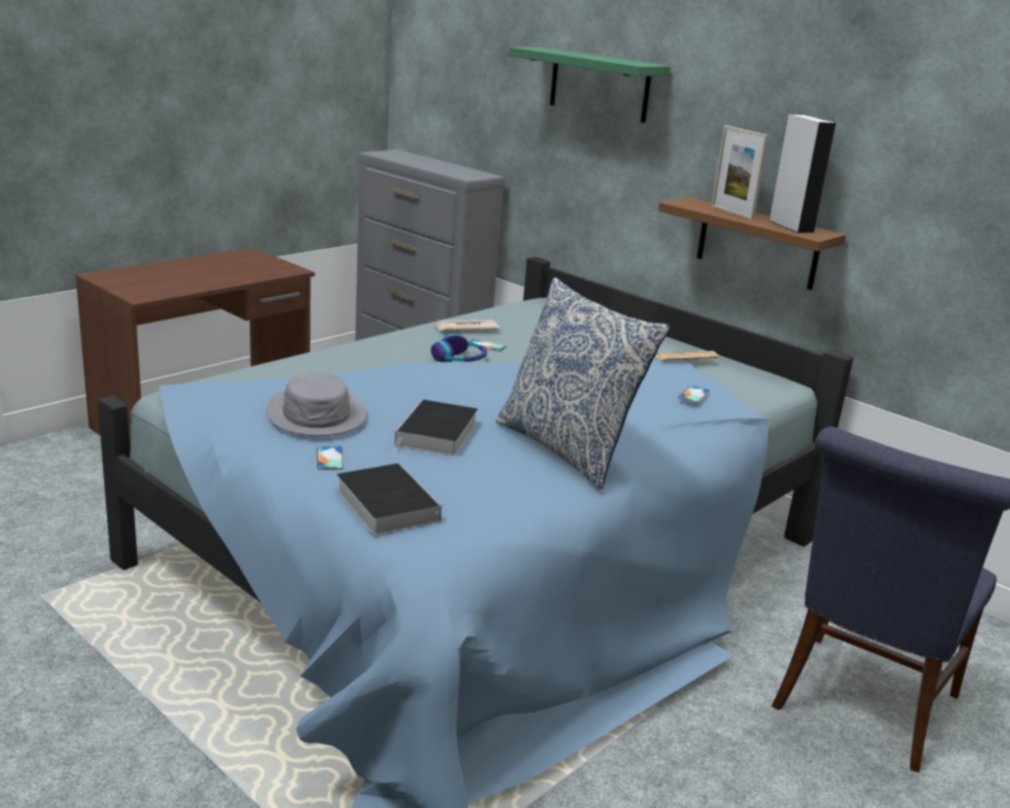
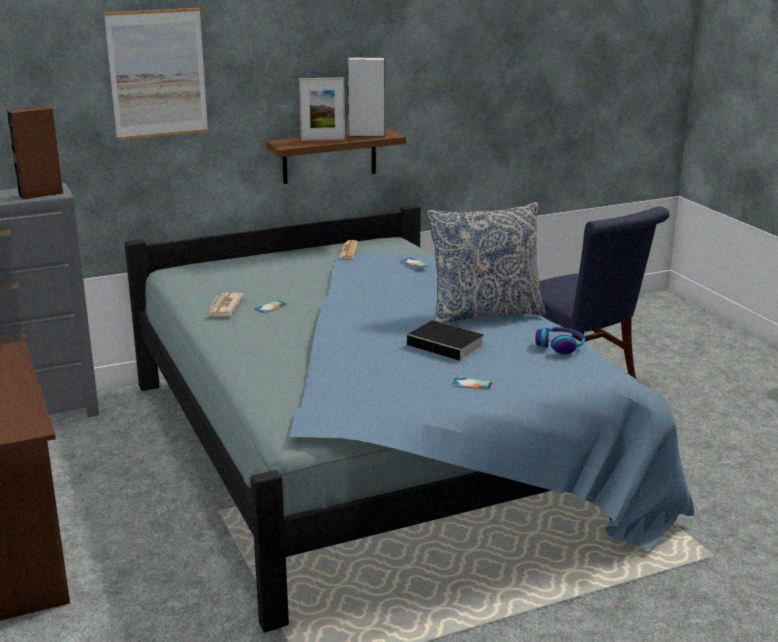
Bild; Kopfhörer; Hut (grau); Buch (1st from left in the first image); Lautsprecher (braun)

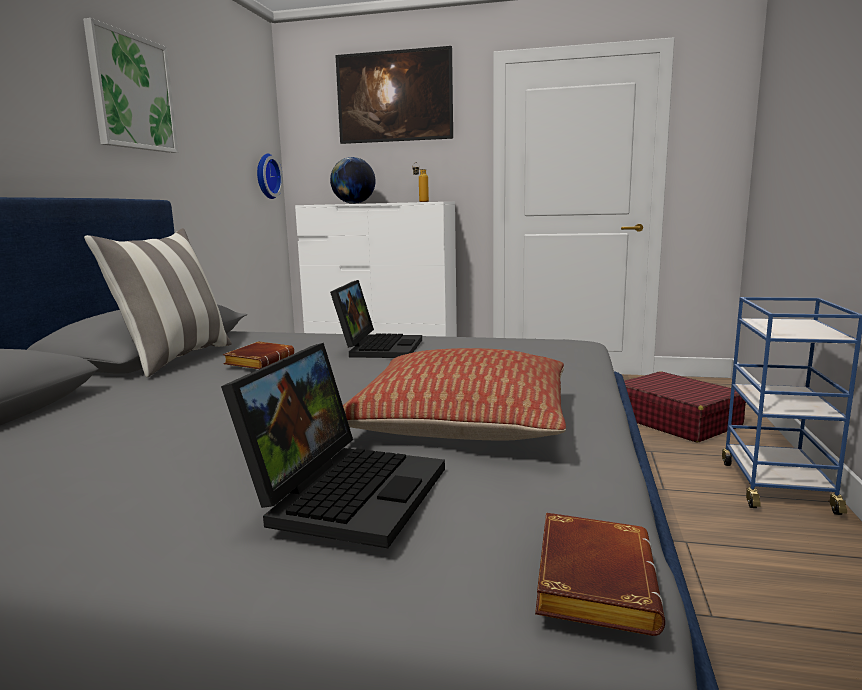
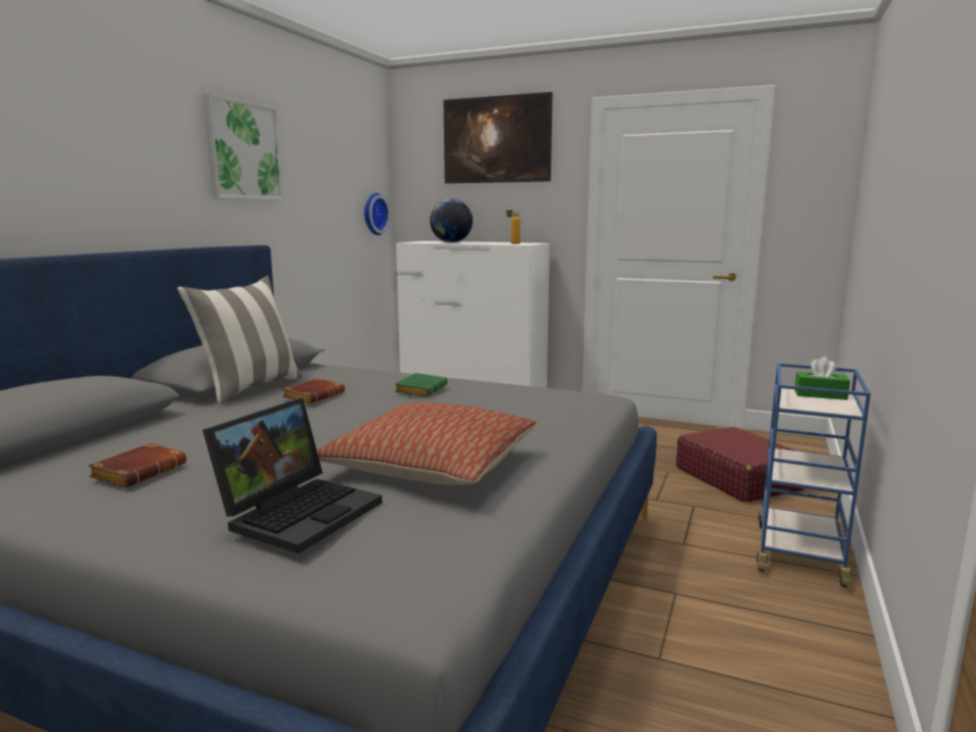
Buch (grün); Buch (braun) (1st from left); Taschentuchbox (grün)

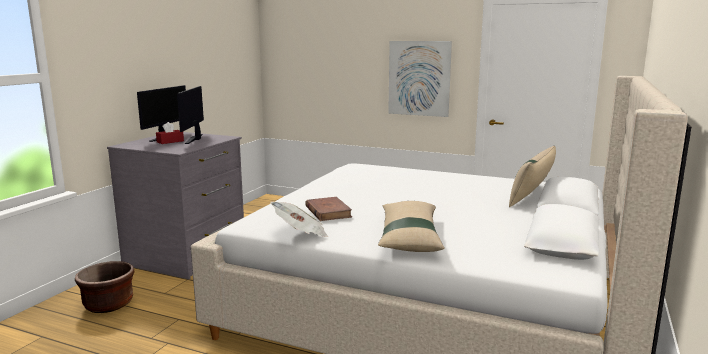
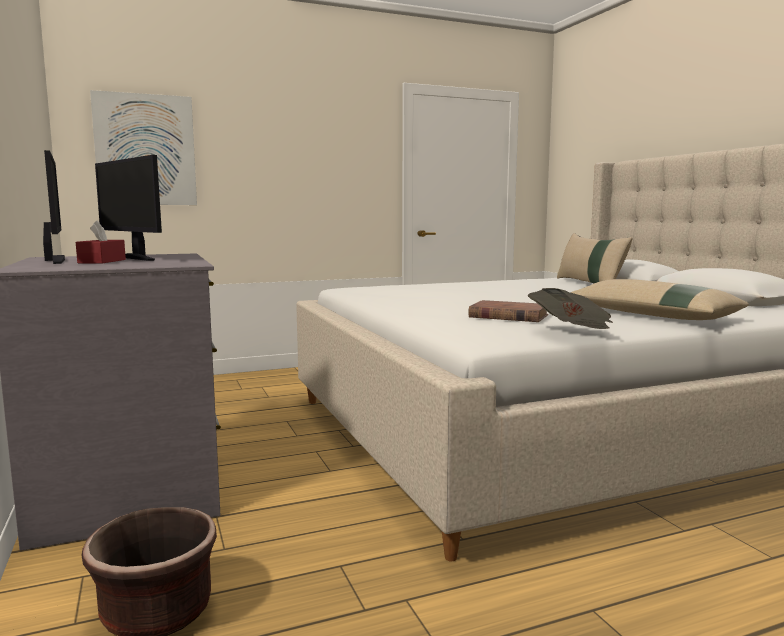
Bild

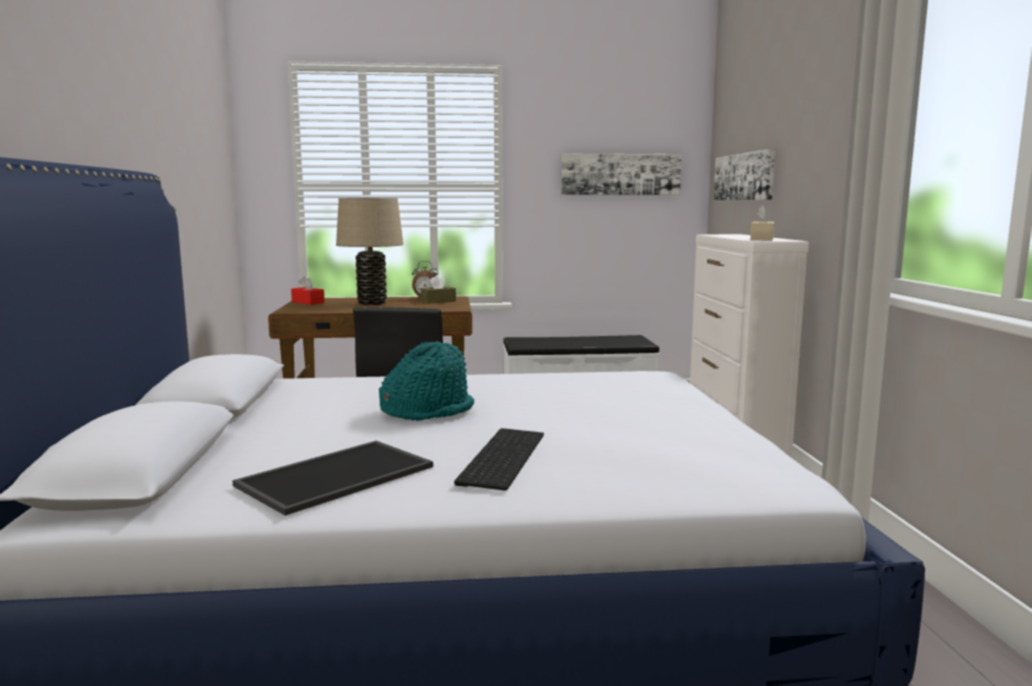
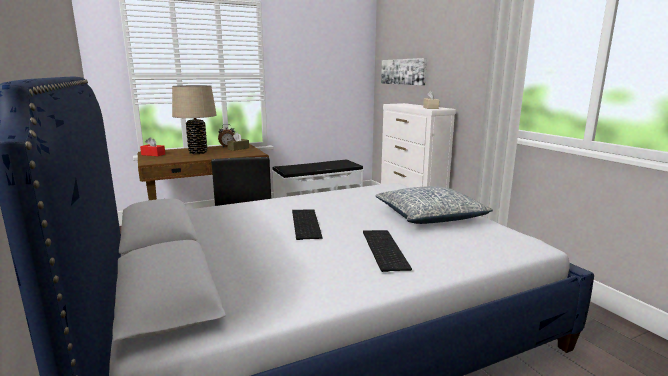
Bild (1st from left in the first image); Tastatur (1st from left); Tablett; Kissen

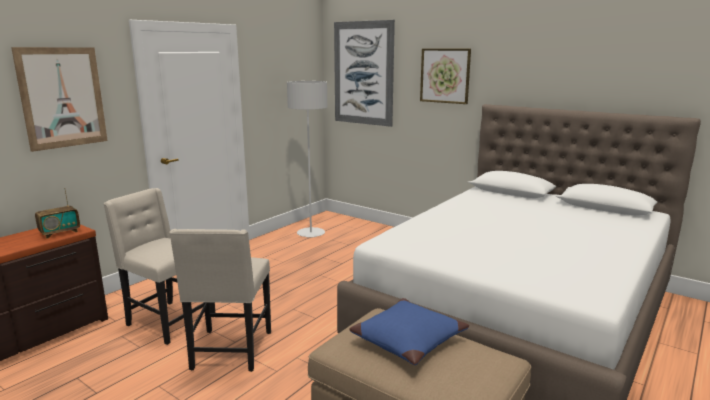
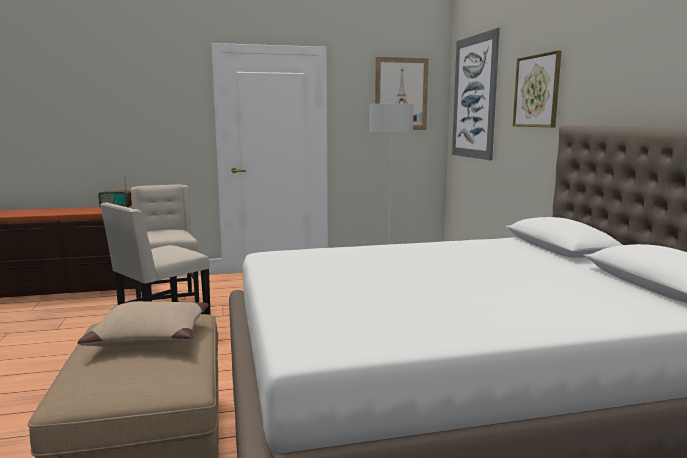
Bild (1st from left); Kissen (beige)

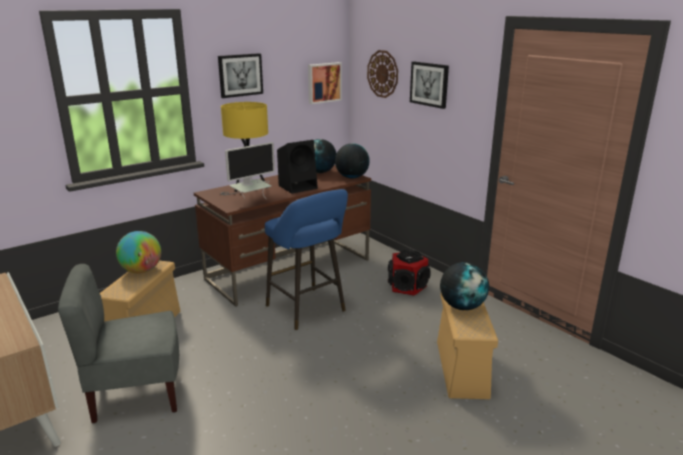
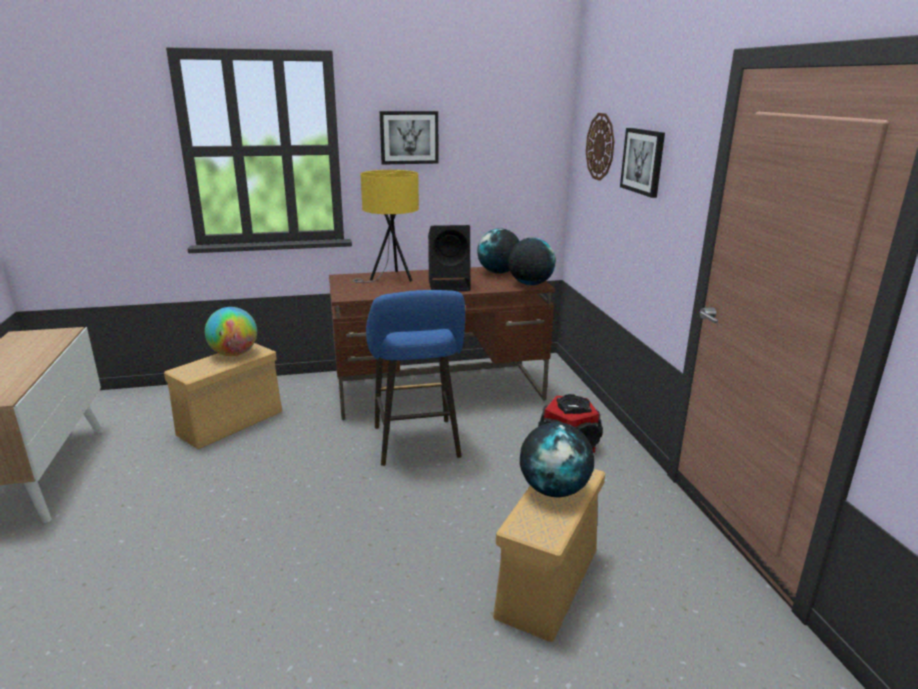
Bild (2nd from left in the first image); Monitor; Stuhl (grau)

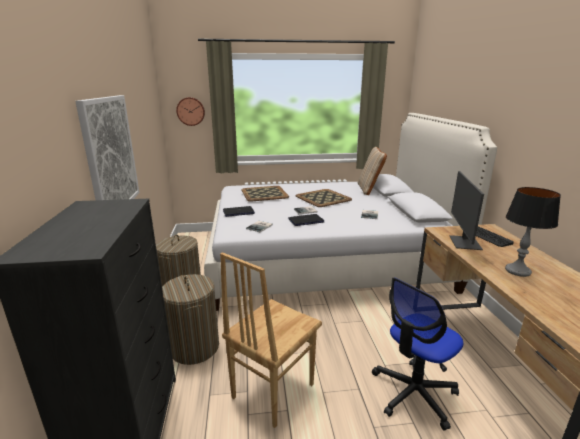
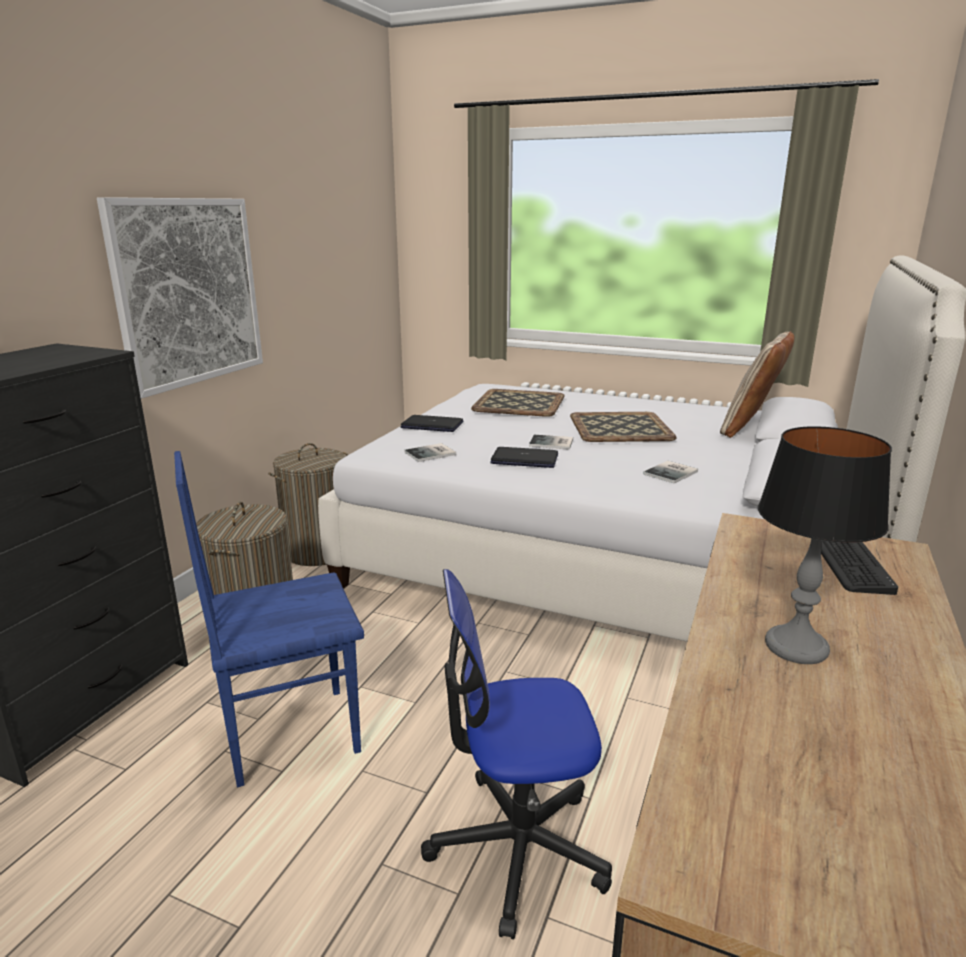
Wanduhr; Monitor; Stuhl (blau)

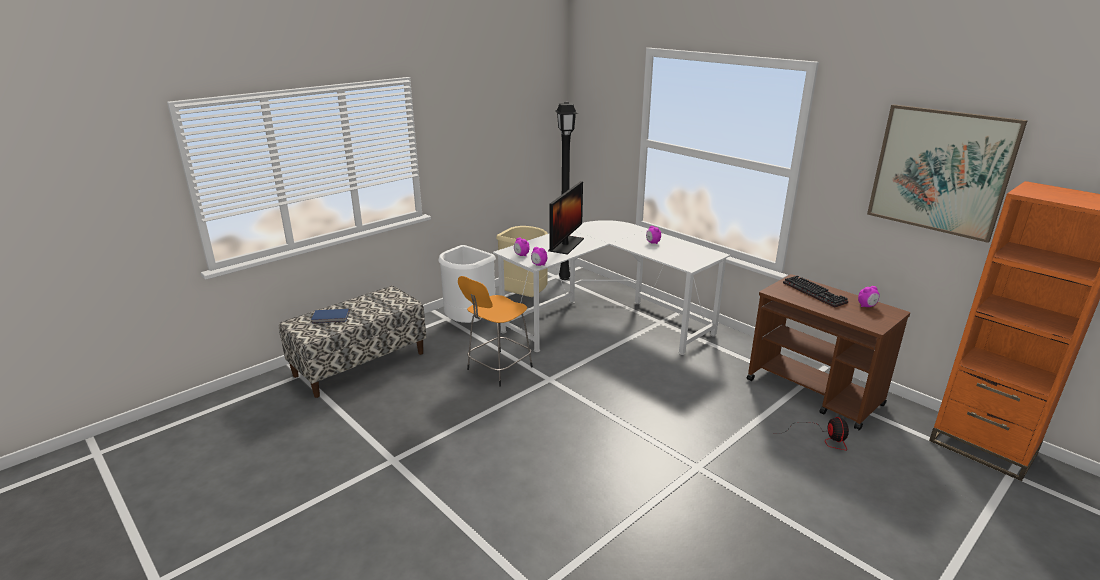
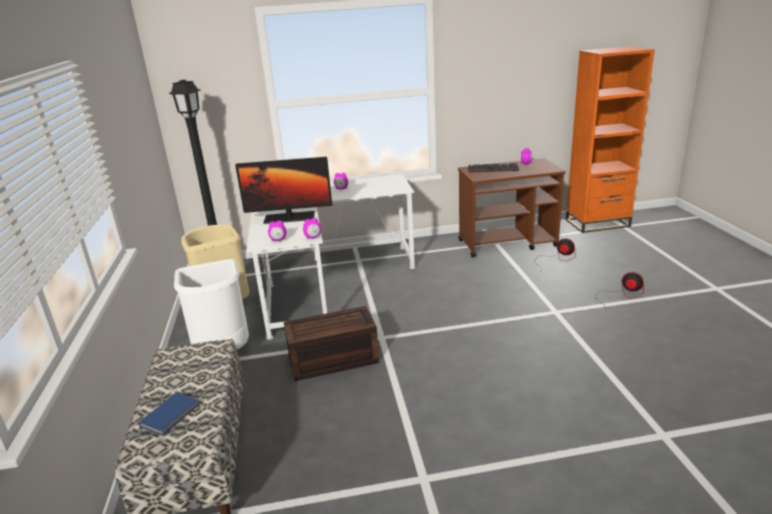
Bild; Monitor; Aufbewahrungsbox (braun); Ventilator (2nd from left)

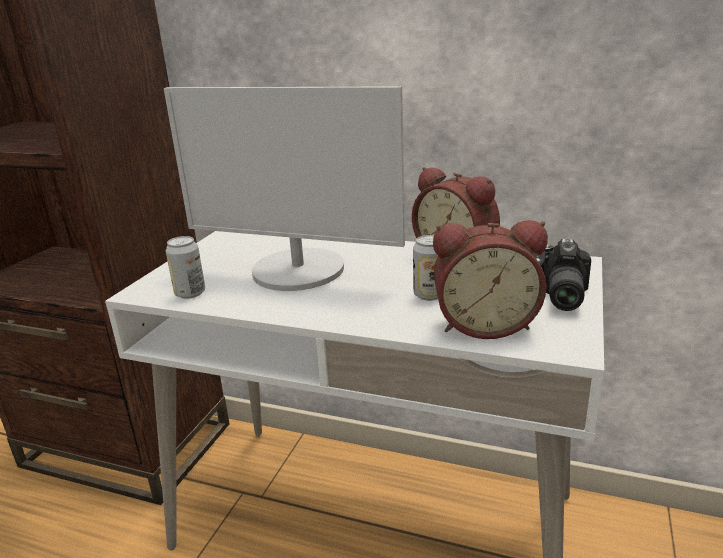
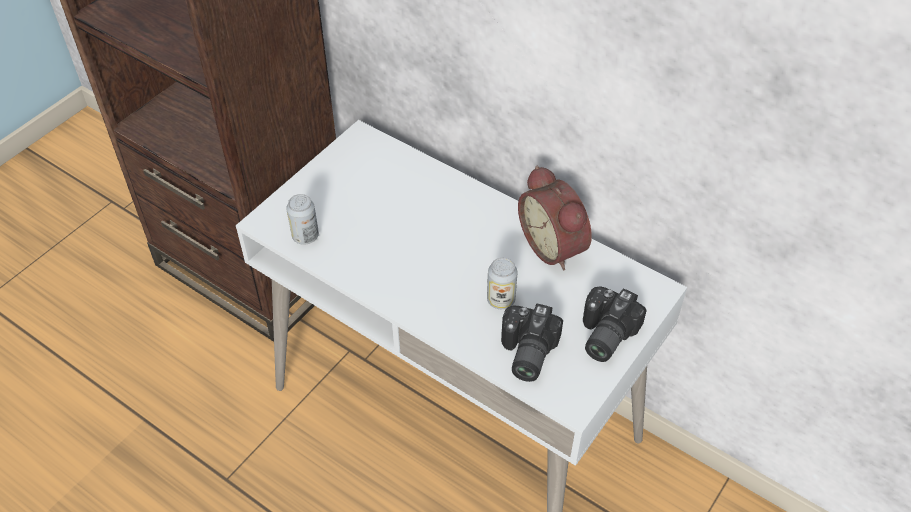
Monitor; Kamera (1st from left)

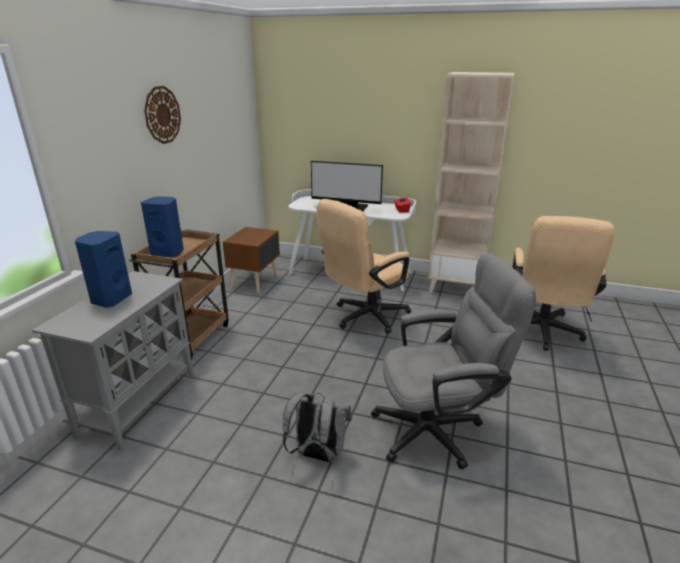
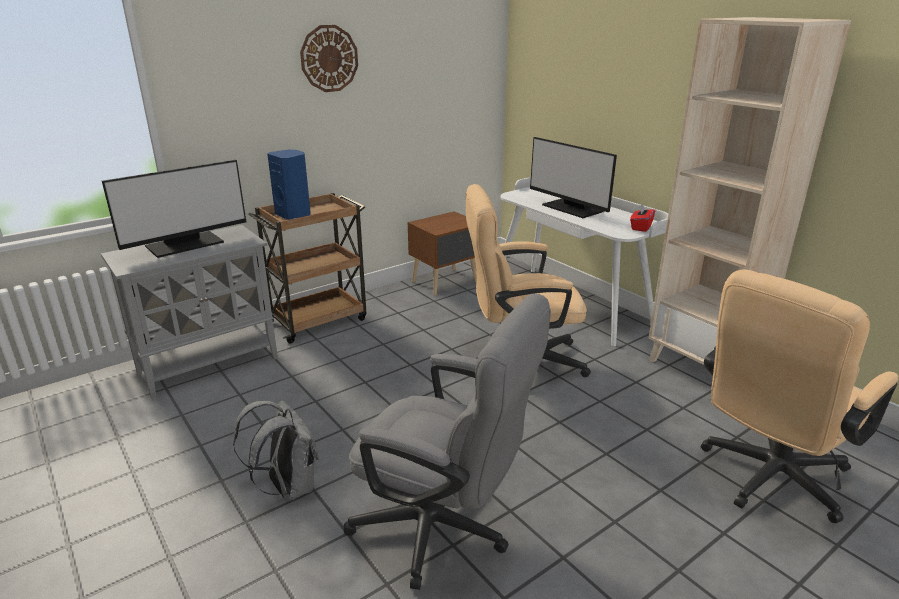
Monitor (1st from left)

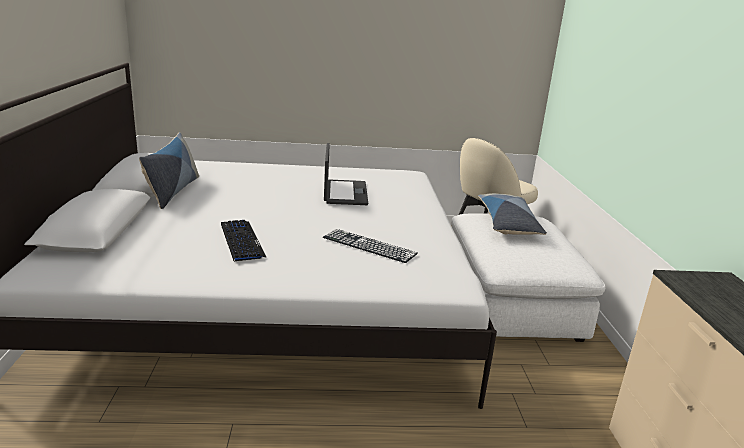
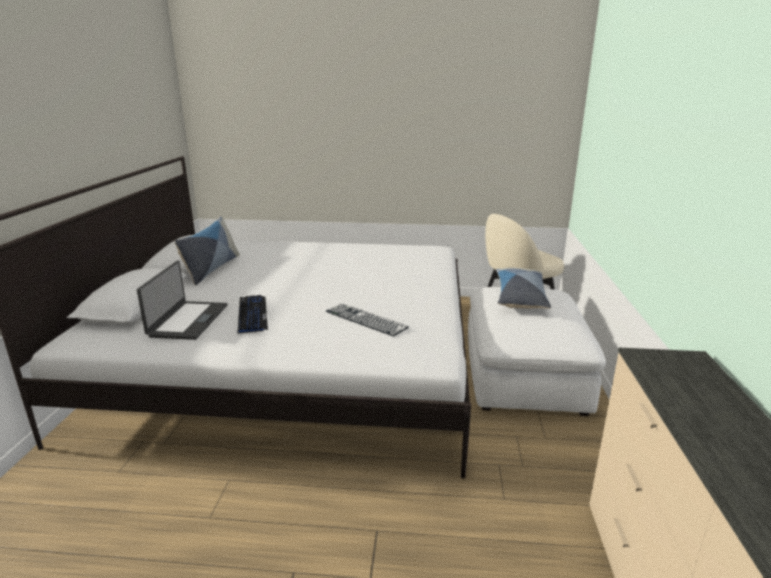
Laptop

